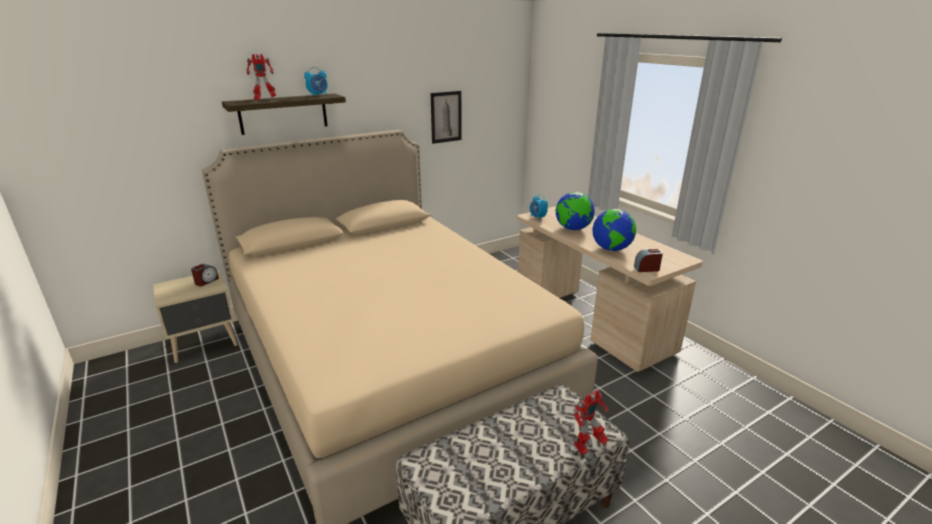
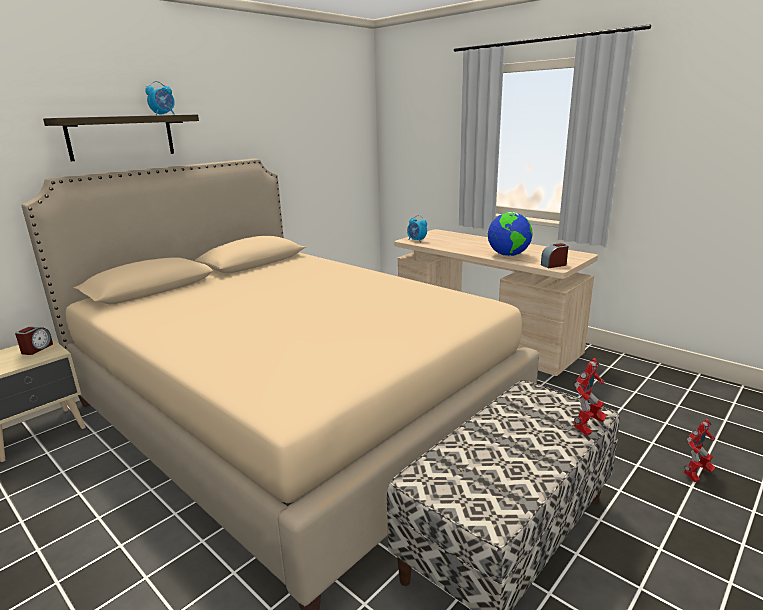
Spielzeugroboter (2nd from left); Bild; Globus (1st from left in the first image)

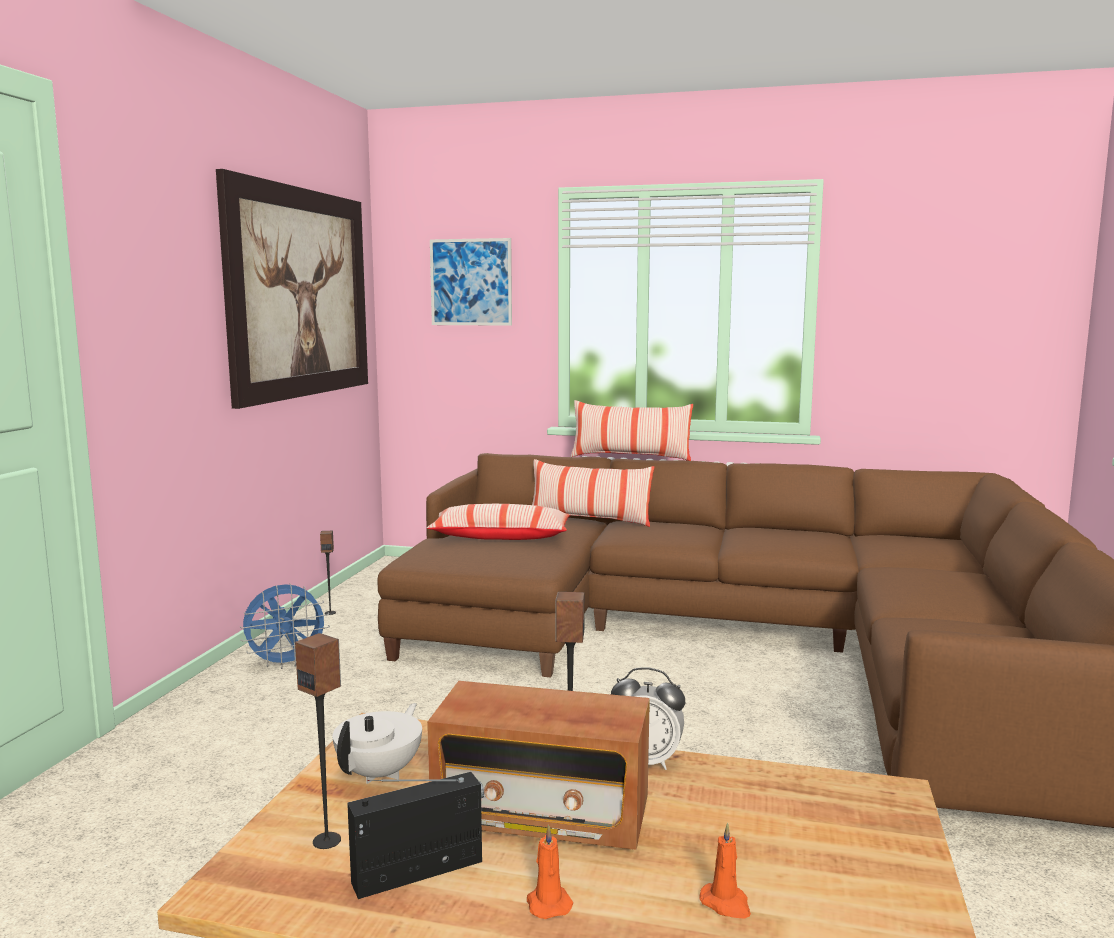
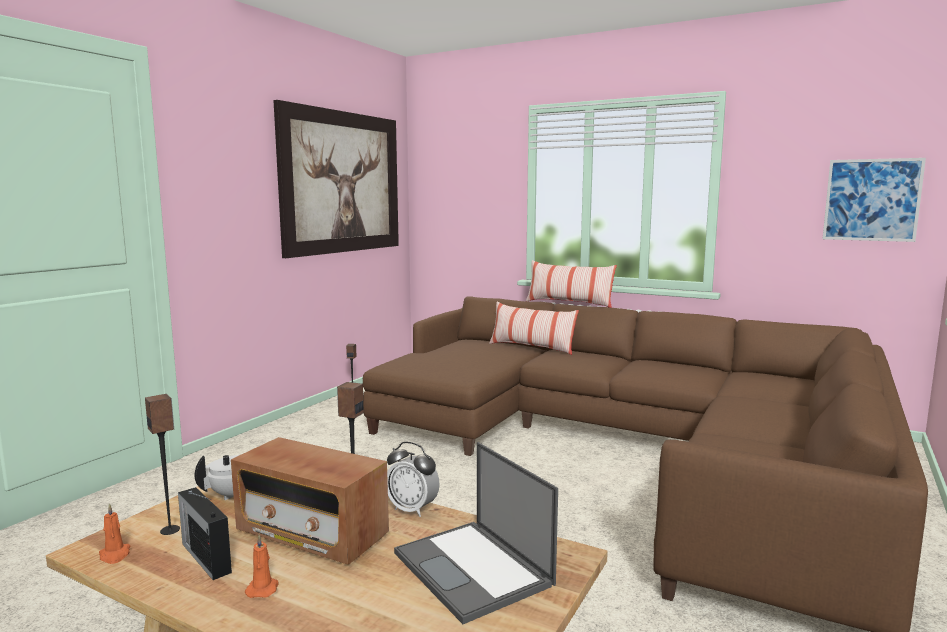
Bild (2nd from left); Kissen (1st from left in the first image); Ventilator (blau); Radio (1st from left); Kerze (orange) (1st from left); Laptop

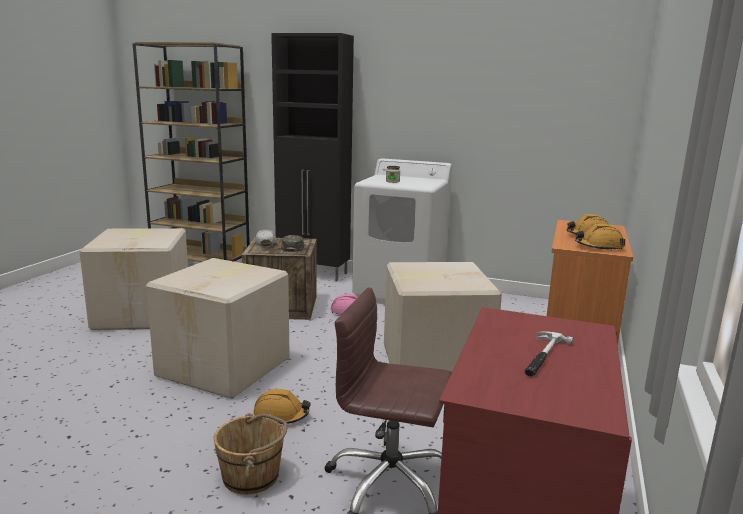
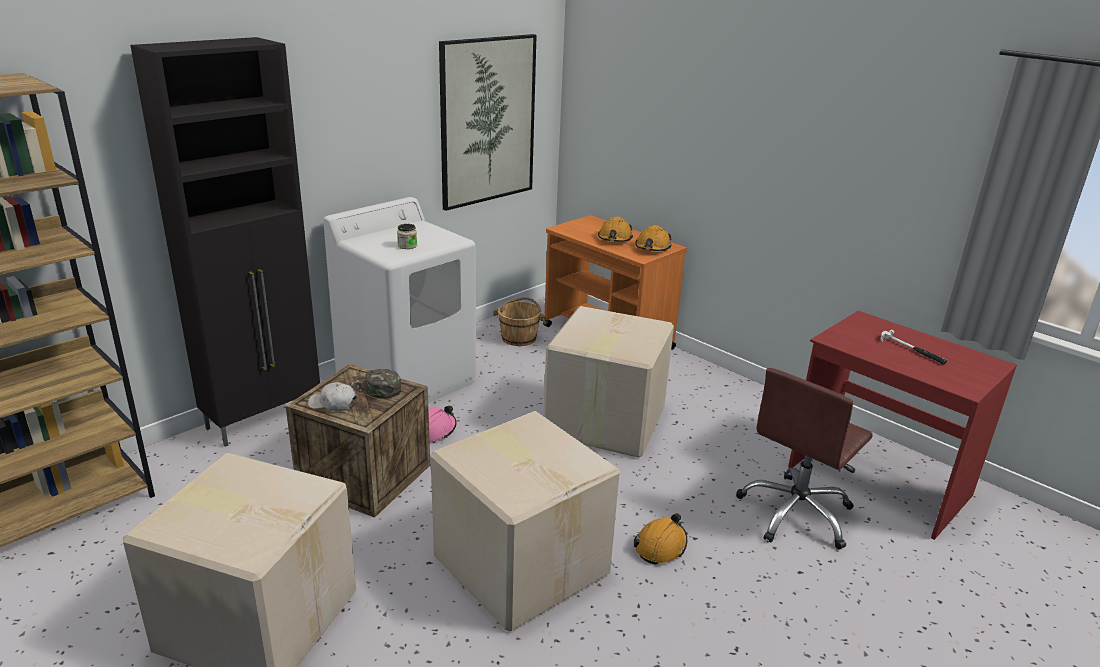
Eimer (braun); Bild

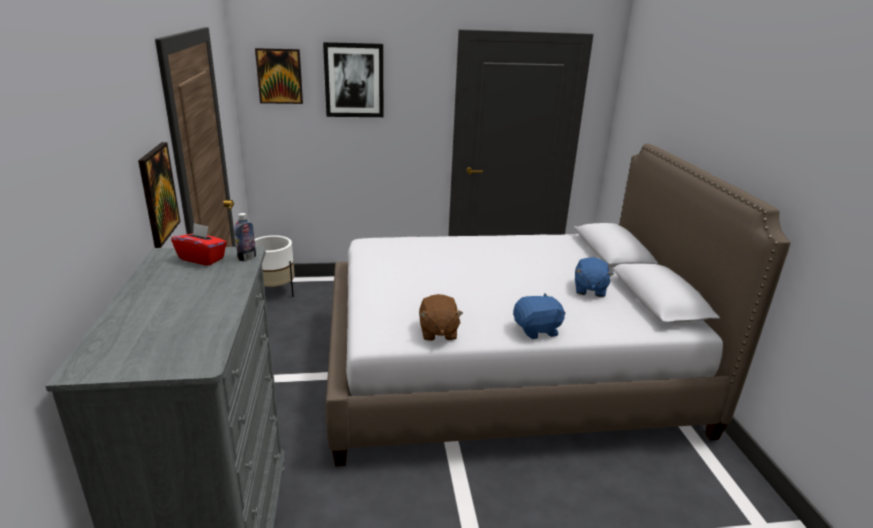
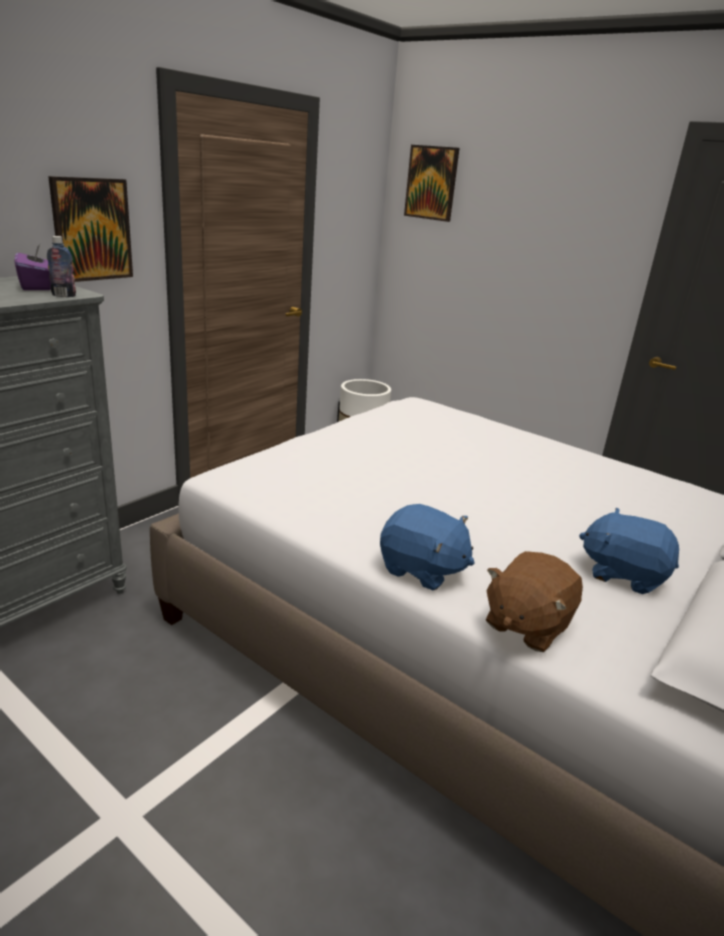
Bild (3rd from left in the first image); Taschentuchbox (lila); Plüschtier (blau) (2nd from left); Plüschtier (braun)

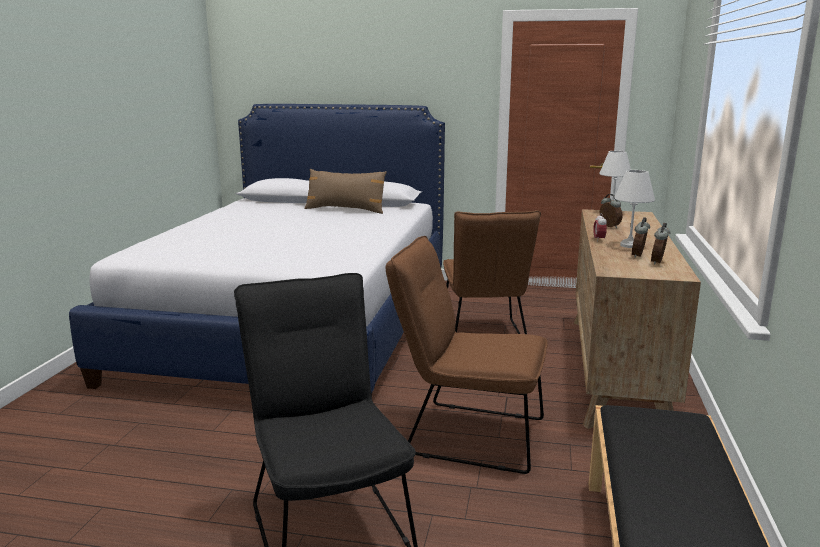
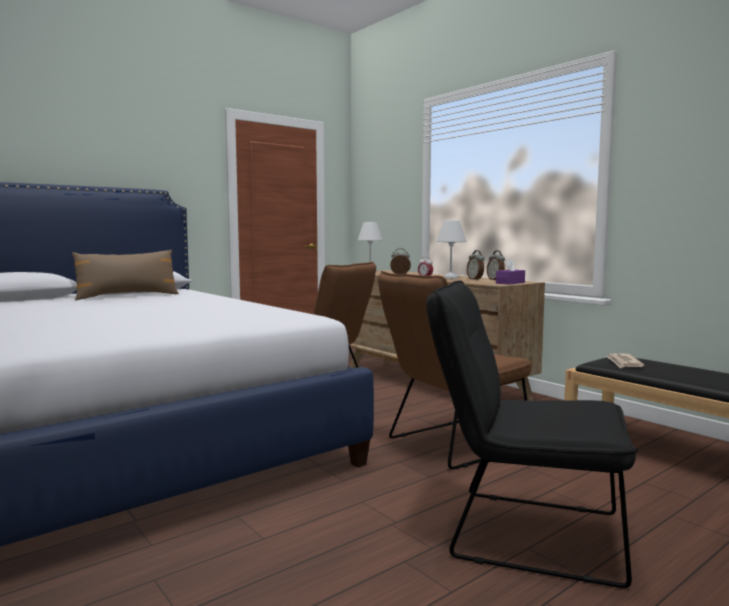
Taschentuchbox (lila); Zeitung

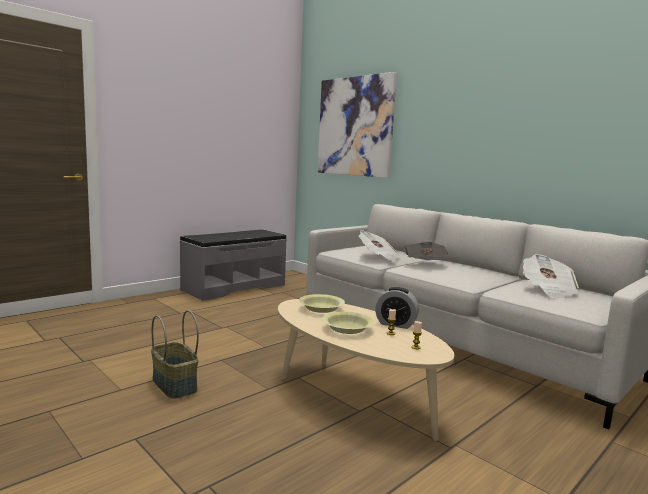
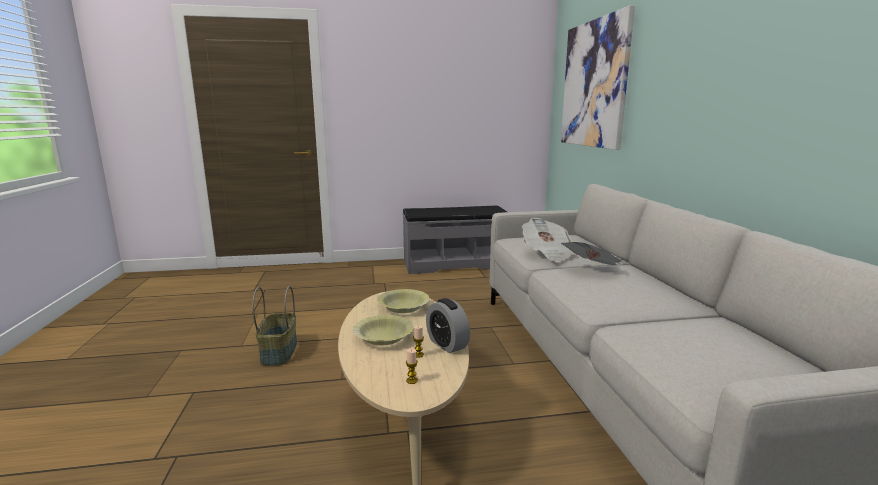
Zeitung (3rd from left in the first image)

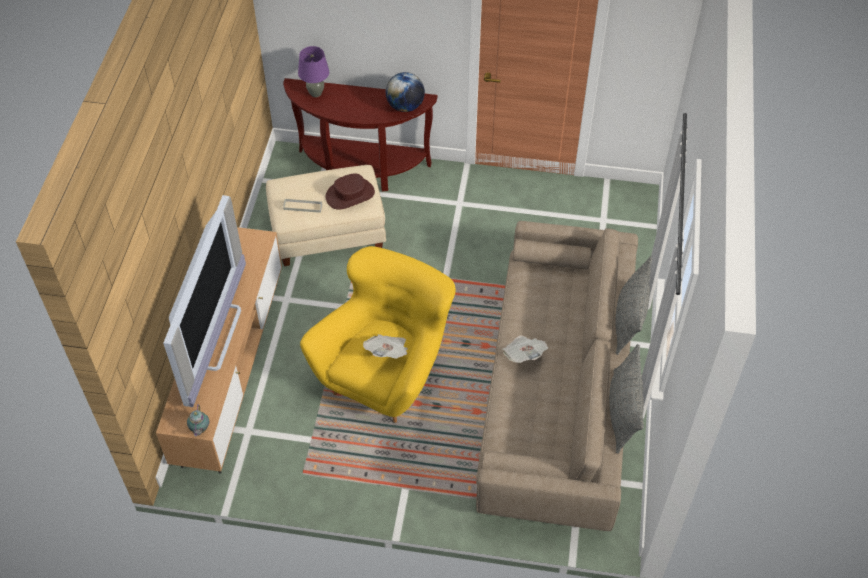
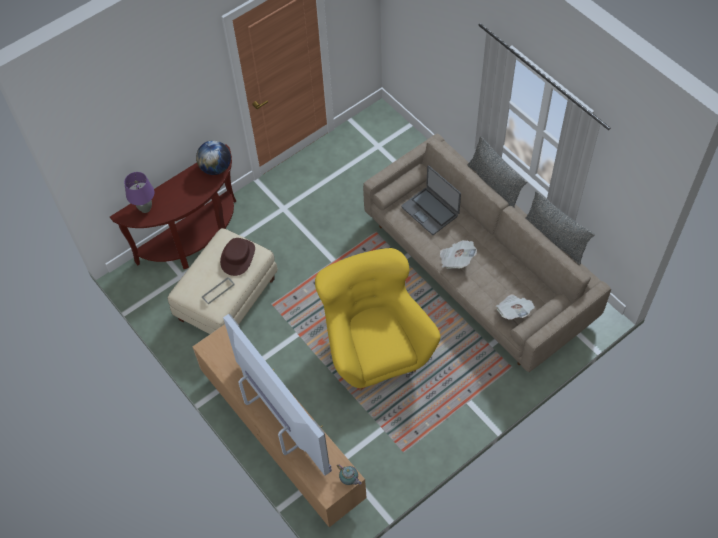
Zeitung (2nd from left); Laptop

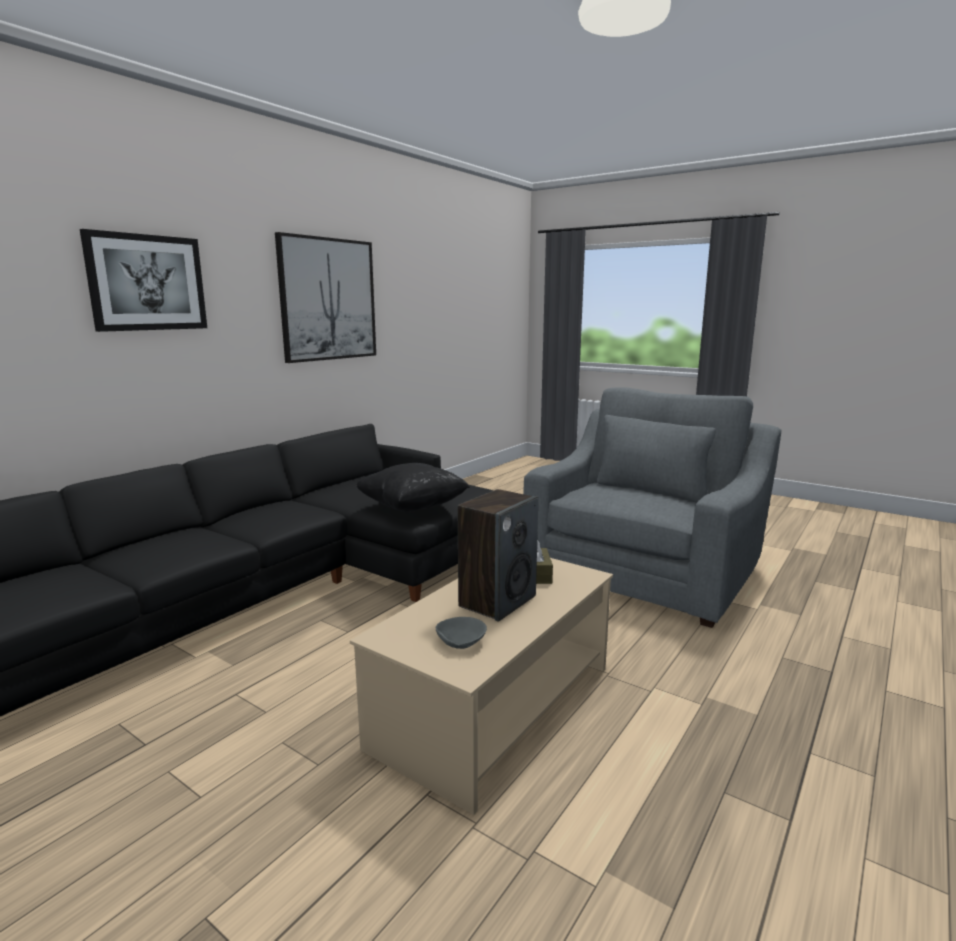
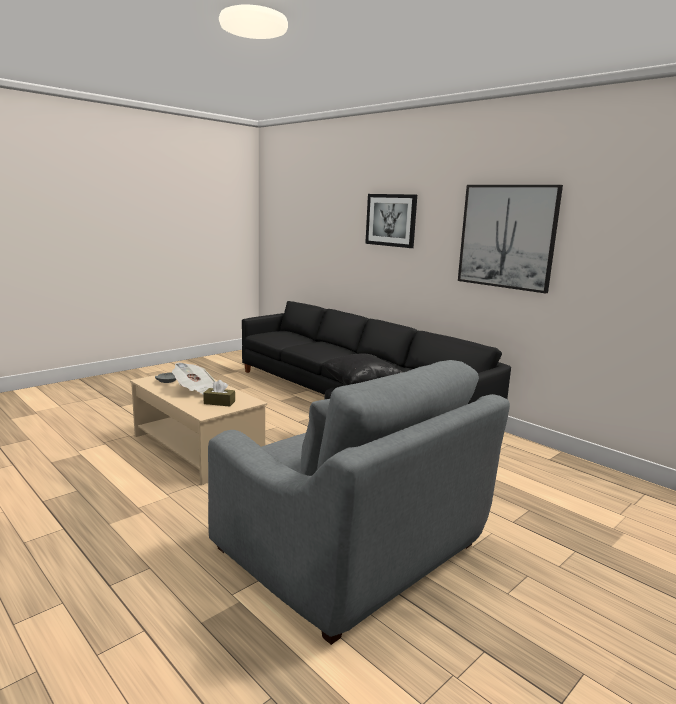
Zeitung

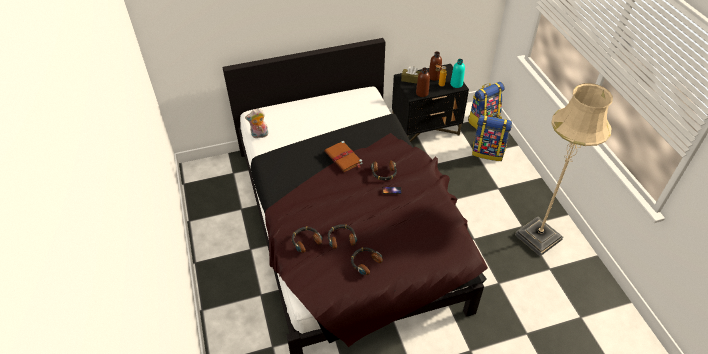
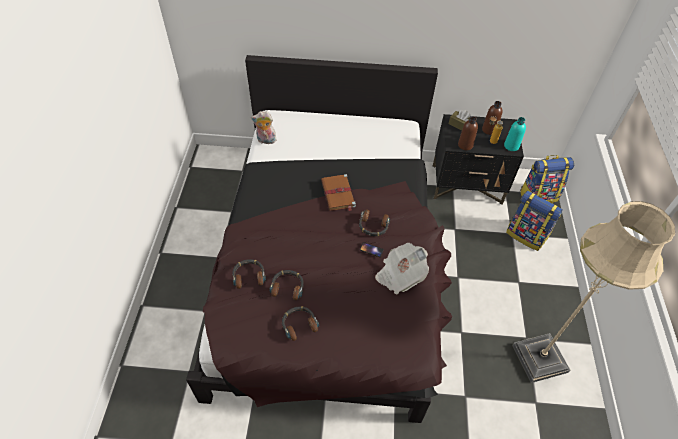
Zeitung

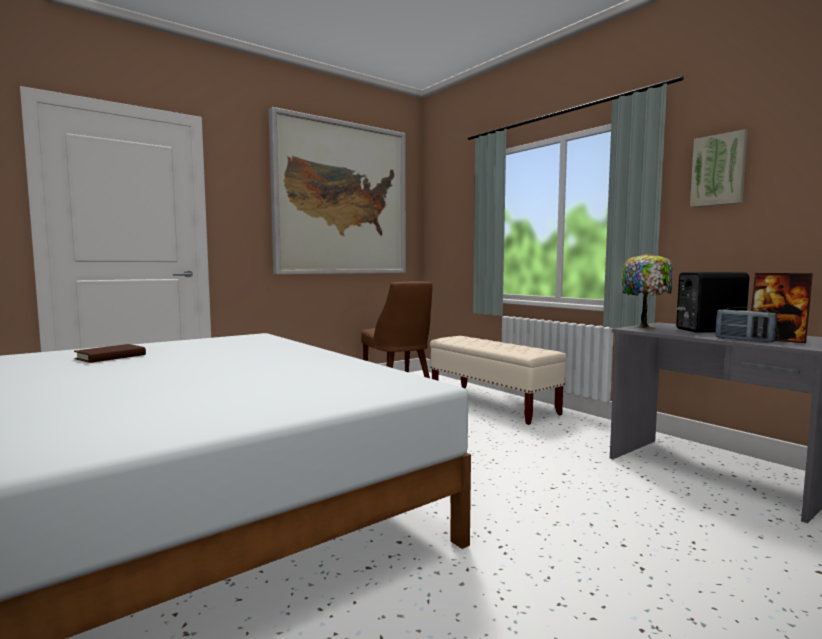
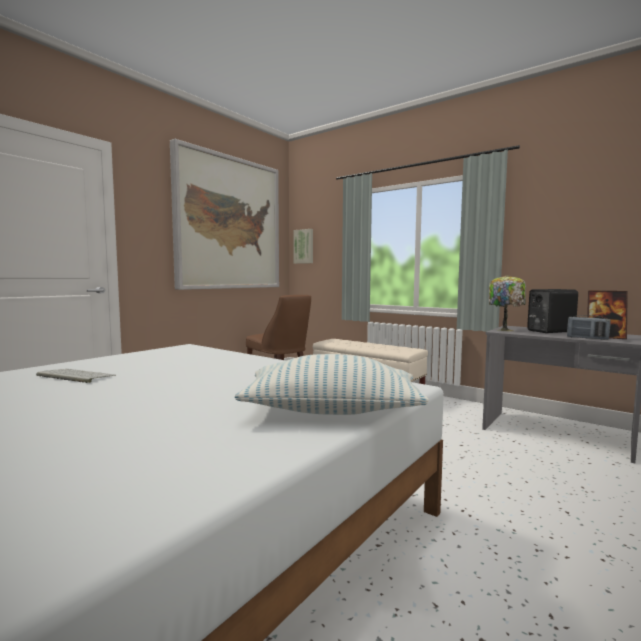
Bild (2nd from left); Tastatur; Kissen

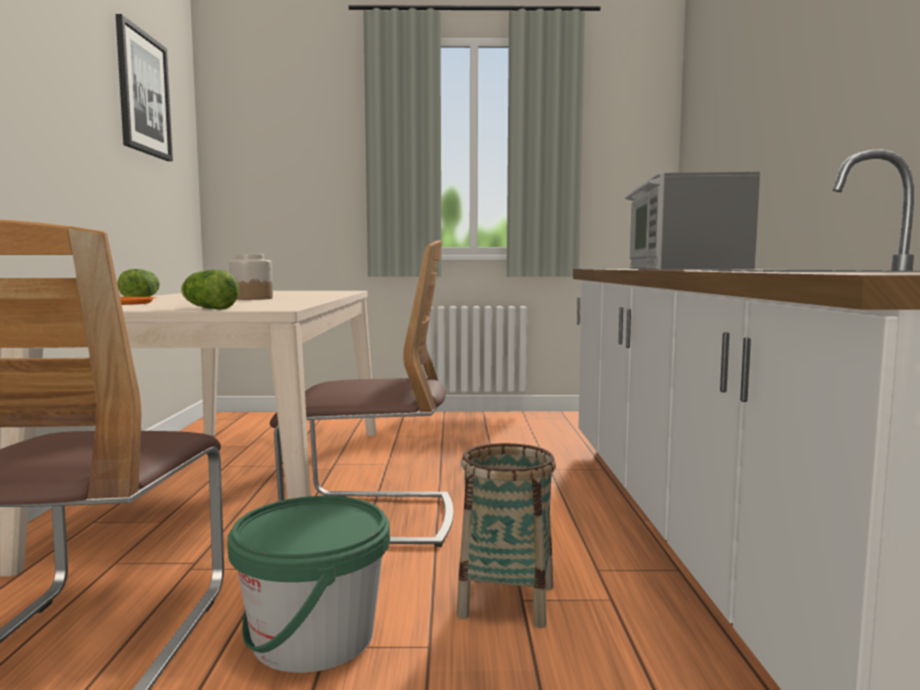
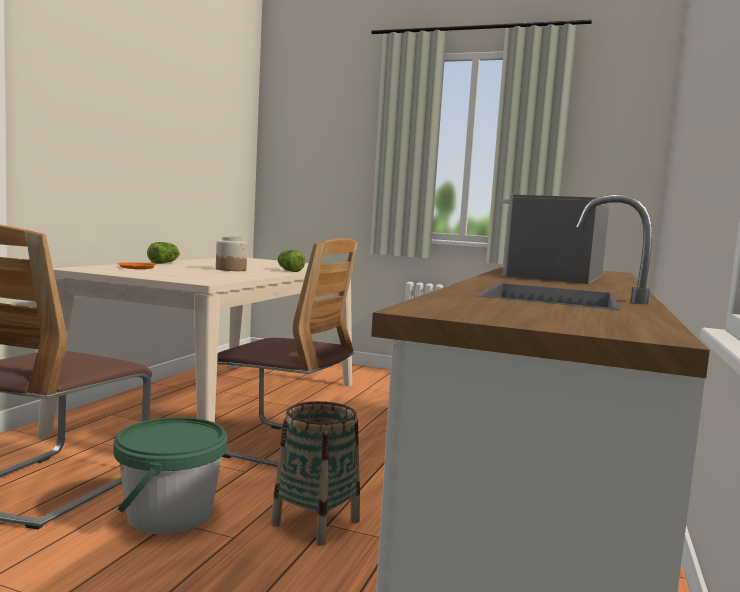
Bild; Salatkopf (2nd from left)

